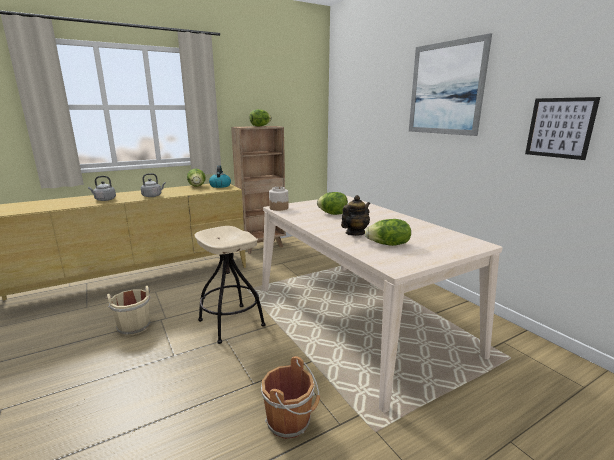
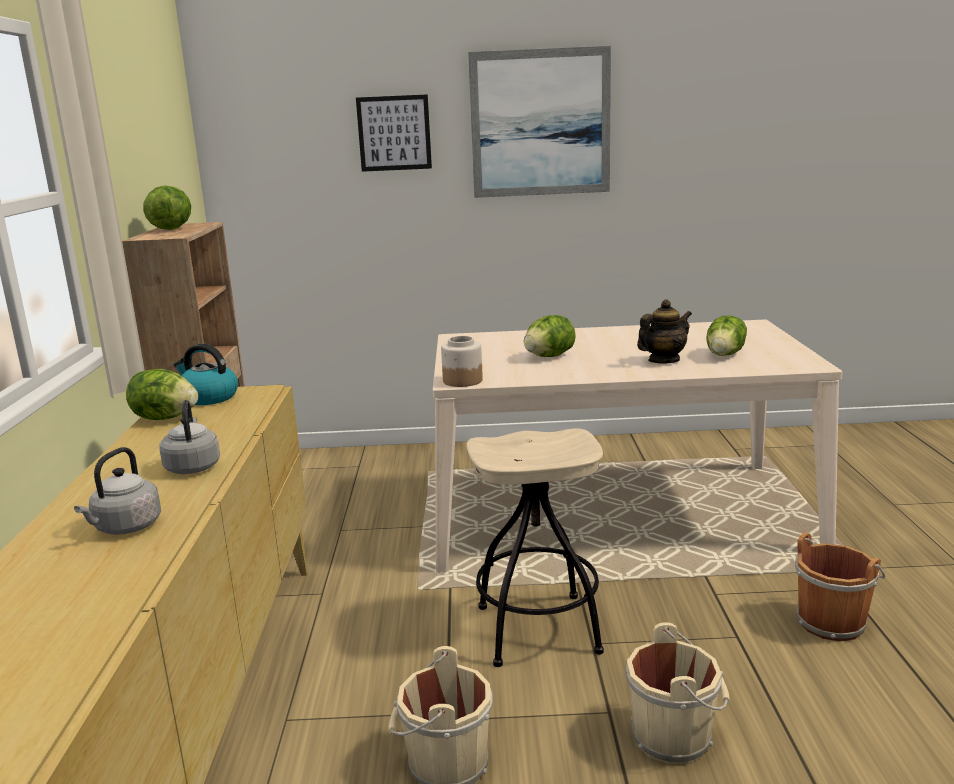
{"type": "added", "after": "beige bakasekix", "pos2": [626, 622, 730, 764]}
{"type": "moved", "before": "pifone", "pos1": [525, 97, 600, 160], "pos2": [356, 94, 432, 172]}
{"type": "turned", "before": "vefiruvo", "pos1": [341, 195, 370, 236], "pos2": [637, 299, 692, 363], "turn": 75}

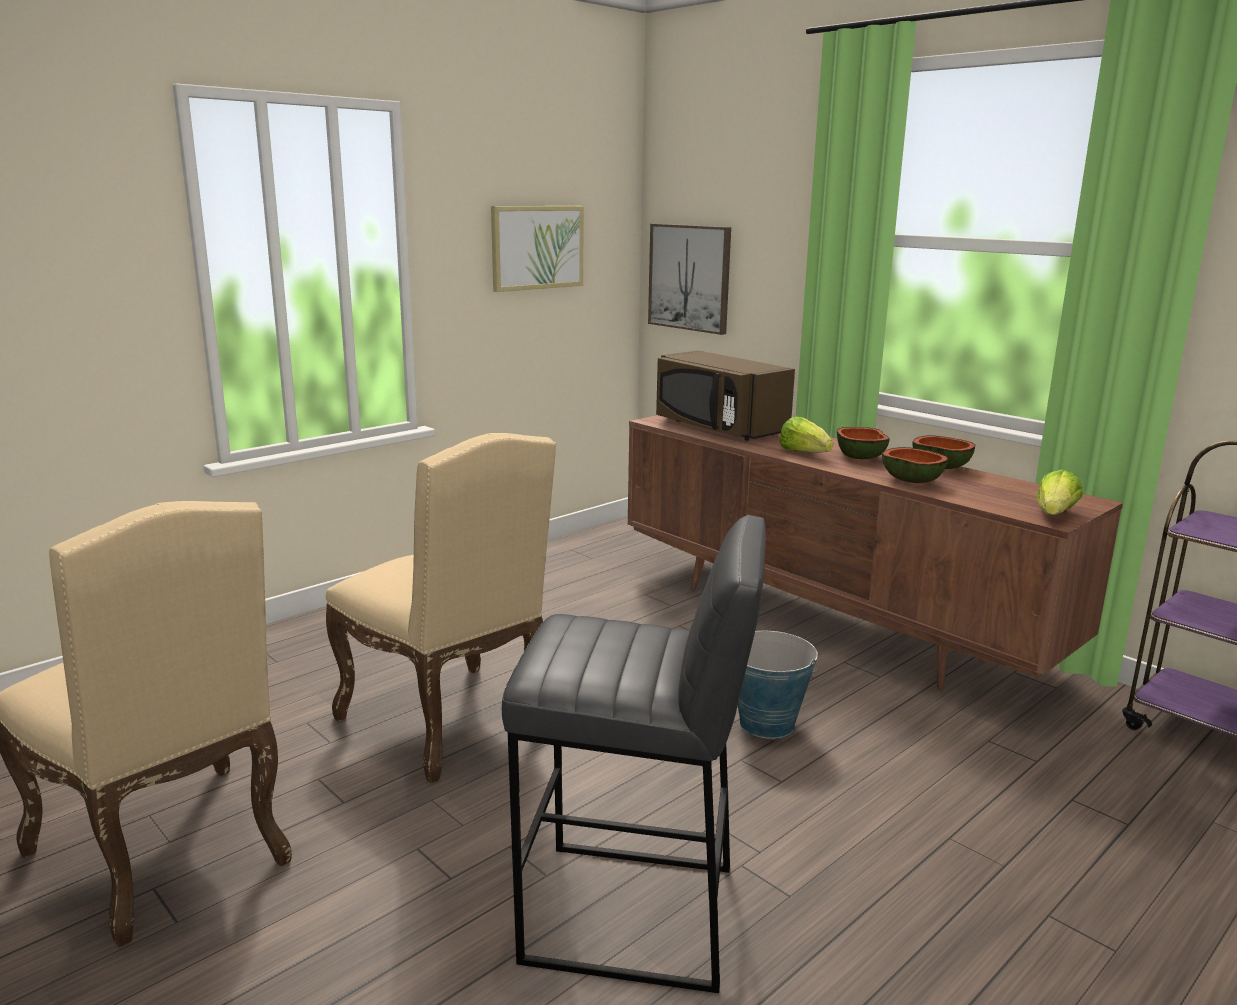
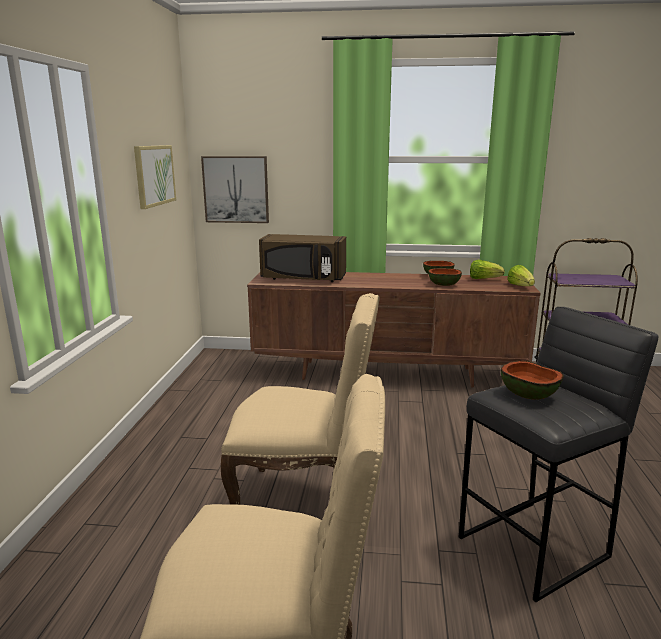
{"type": "removed", "before": "bakasekix", "pos1": [738, 631, 819, 739]}
{"type": "moved", "before": "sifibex", "pos1": [780, 417, 833, 453], "pos2": [470, 260, 505, 279]}
{"type": "moved", "before": "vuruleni", "pos1": [837, 427, 890, 459], "pos2": [501, 361, 564, 400]}

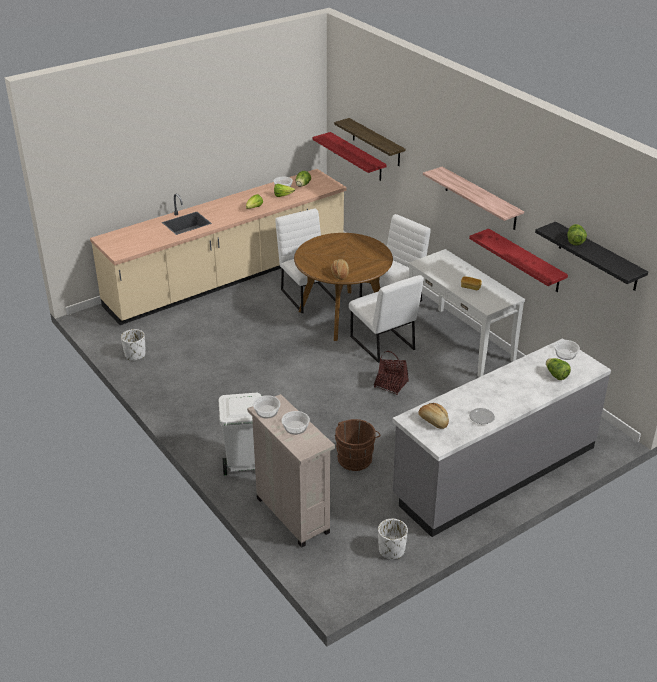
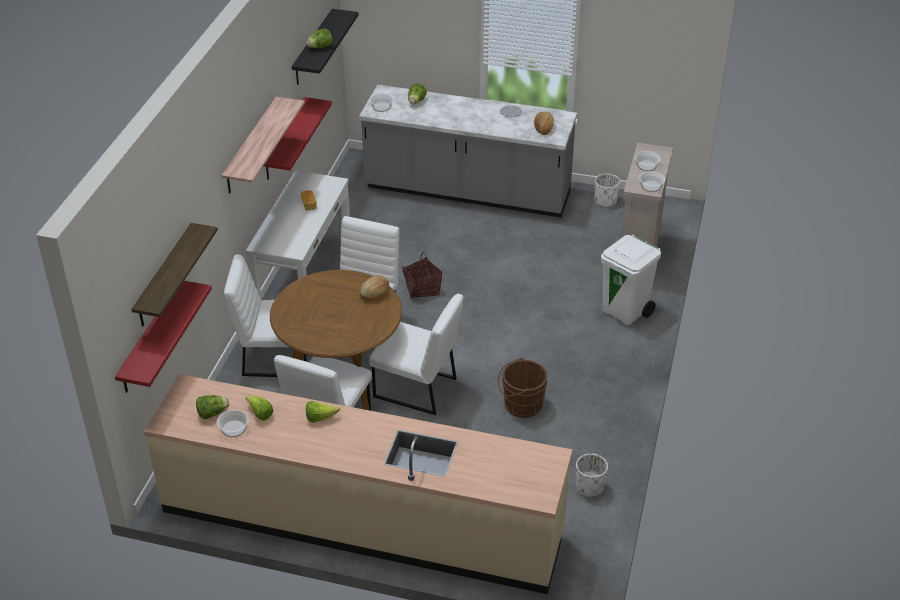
{"type": "added", "after": "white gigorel", "pos2": [369, 294, 463, 415]}
{"type": "moved", "before": "brown bakasekix", "pos1": [335, 419, 380, 471], "pos2": [498, 358, 548, 418]}

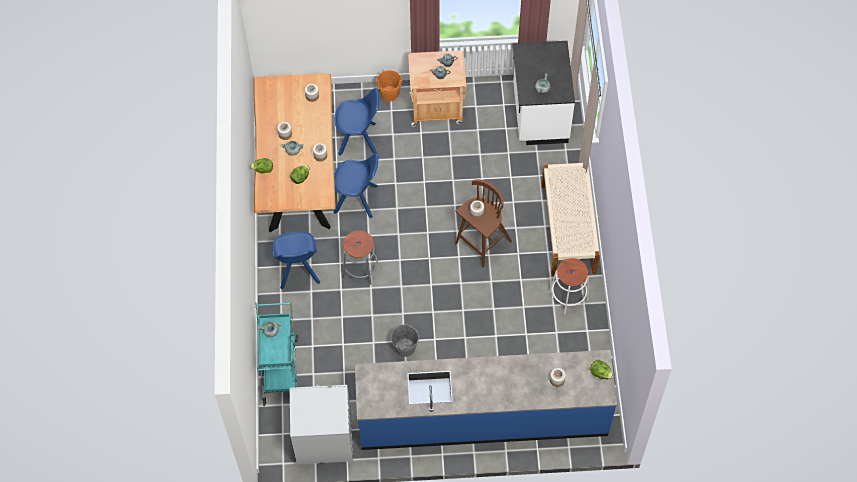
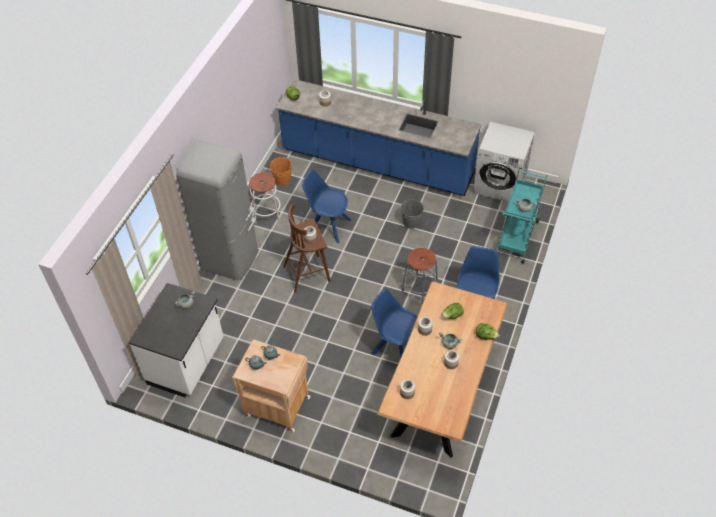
{"type": "moved", "before": "blue gigorel", "pos1": [335, 88, 379, 156], "pos2": [302, 169, 351, 243]}
{"type": "moved", "before": "orange bakasekix", "pos1": [376, 70, 402, 102], "pos2": [270, 157, 292, 186]}
{"type": "replaced", "before": "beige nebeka", "after": "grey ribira", "pos1": [541, 163, 600, 276], "pos2": [176, 140, 258, 280]}

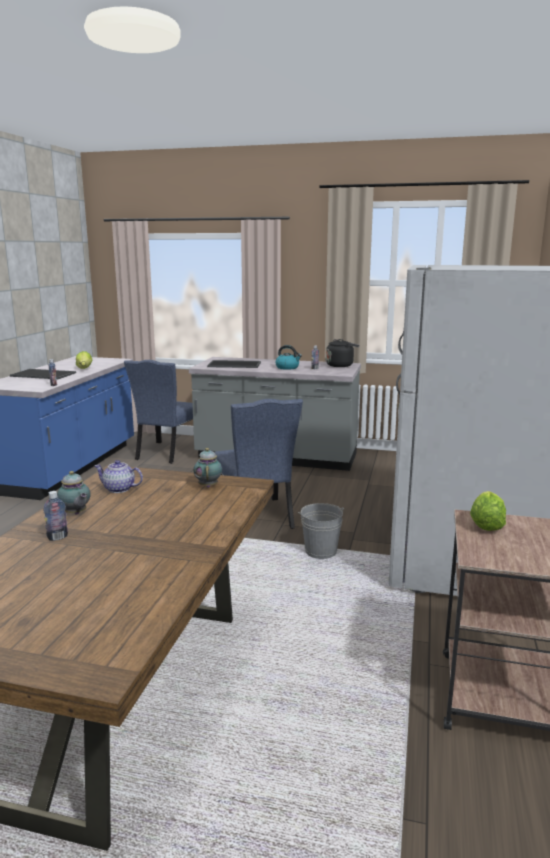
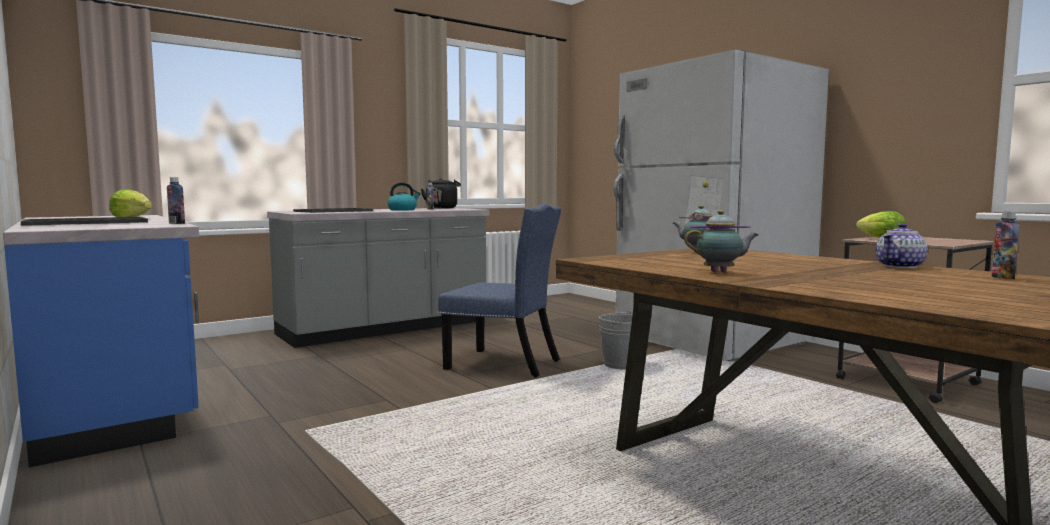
{"type": "removed", "before": "blue gigorel", "pos1": [124, 360, 193, 464]}
{"type": "moved", "before": "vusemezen", "pos1": [44, 491, 68, 541], "pos2": [991, 211, 1019, 279]}
{"type": "moved", "before": "vefiruvo", "pos1": [94, 460, 143, 493], "pos2": [876, 223, 927, 268]}

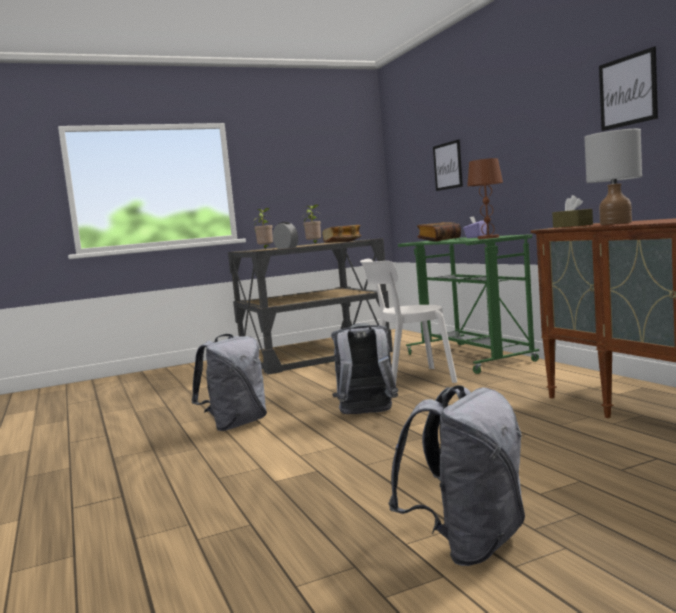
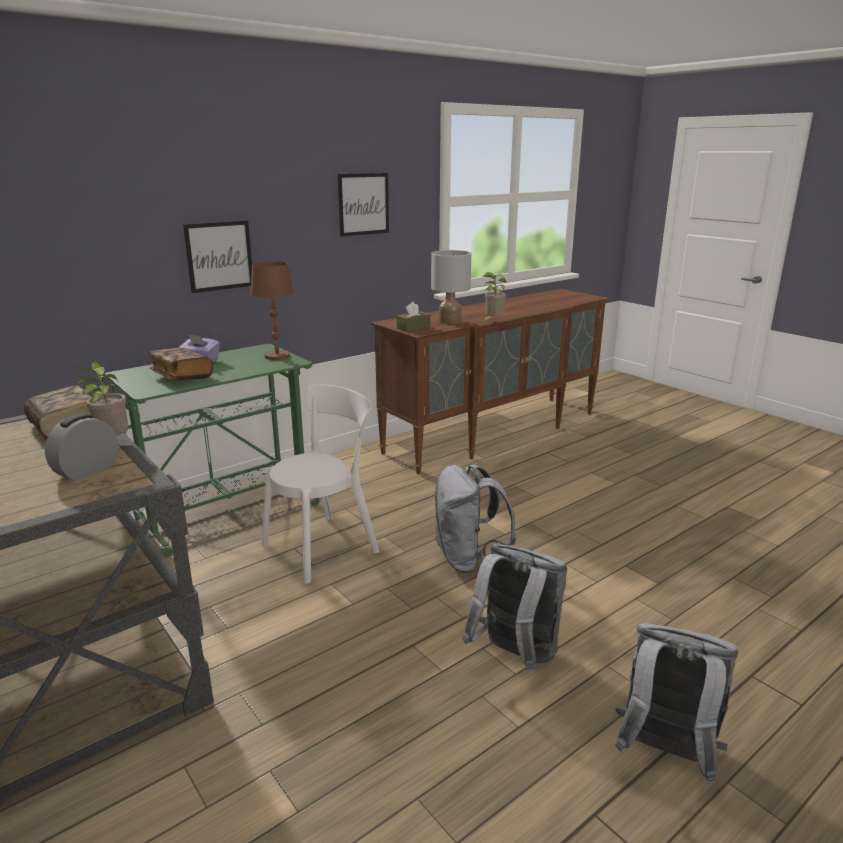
{"type": "moved", "before": "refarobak", "pos1": [253, 208, 273, 249], "pos2": [483, 272, 507, 321]}
{"type": "moved", "before": "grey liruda", "pos1": [388, 385, 525, 566], "pos2": [615, 623, 738, 783]}
{"type": "moved", "before": "pifone", "pos1": [433, 139, 463, 191], "pos2": [183, 220, 252, 293]}
{"type": "turned", "before": "white gigorel", "pos1": [360, 259, 457, 383], "pos2": [261, 384, 380, 584], "turn": -105}

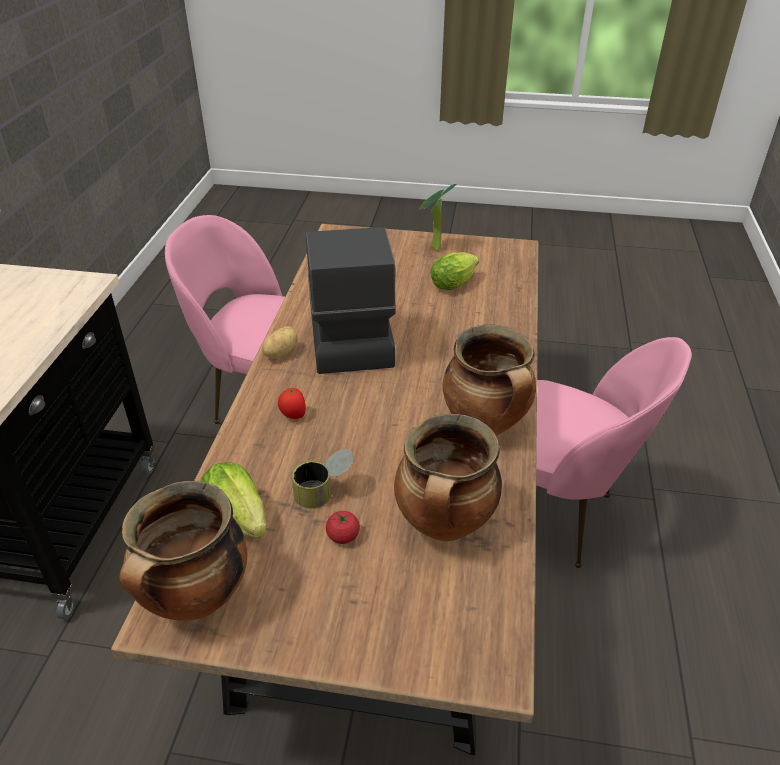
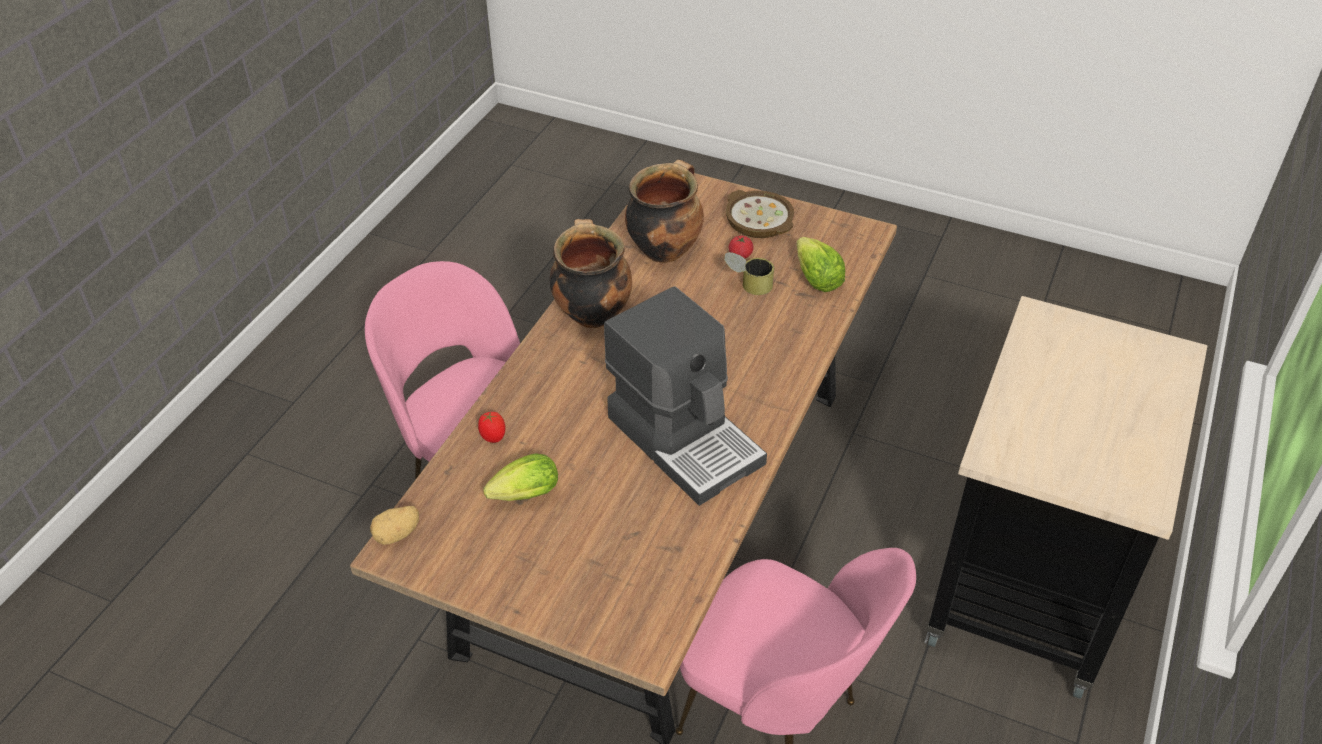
{"type": "removed", "before": "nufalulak", "pos1": [119, 481, 247, 621]}
{"type": "removed", "before": "refarobak", "pos1": [419, 183, 456, 251]}
{"type": "added", "after": "vuruleni", "pos2": [726, 190, 794, 238]}
{"type": "moved", "before": "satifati", "pos1": [262, 326, 298, 359], "pos2": [370, 506, 419, 545]}
{"type": "moved", "before": "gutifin", "pos1": [278, 388, 306, 419], "pos2": [478, 412, 505, 443]}
{"type": "turned", "before": "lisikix", "pos1": [306, 227, 396, 374], "pos2": [604, 286, 767, 506], "turn": -45}

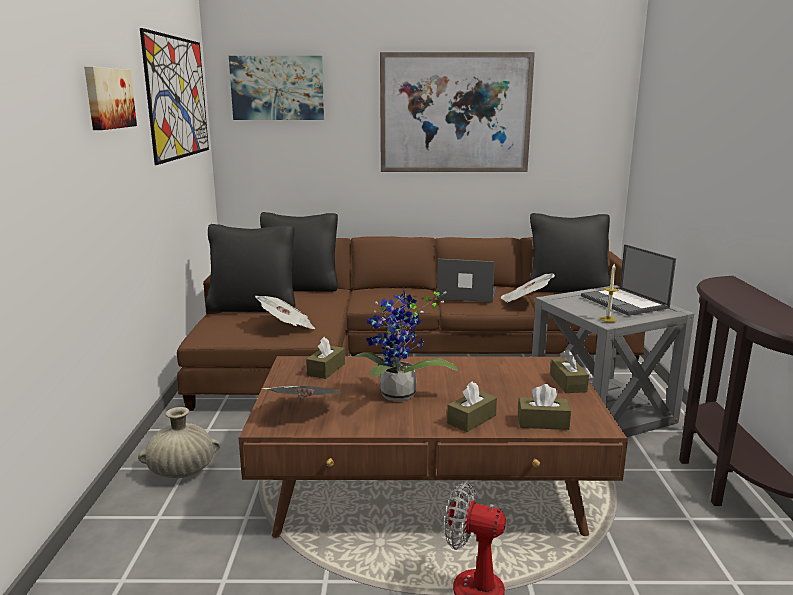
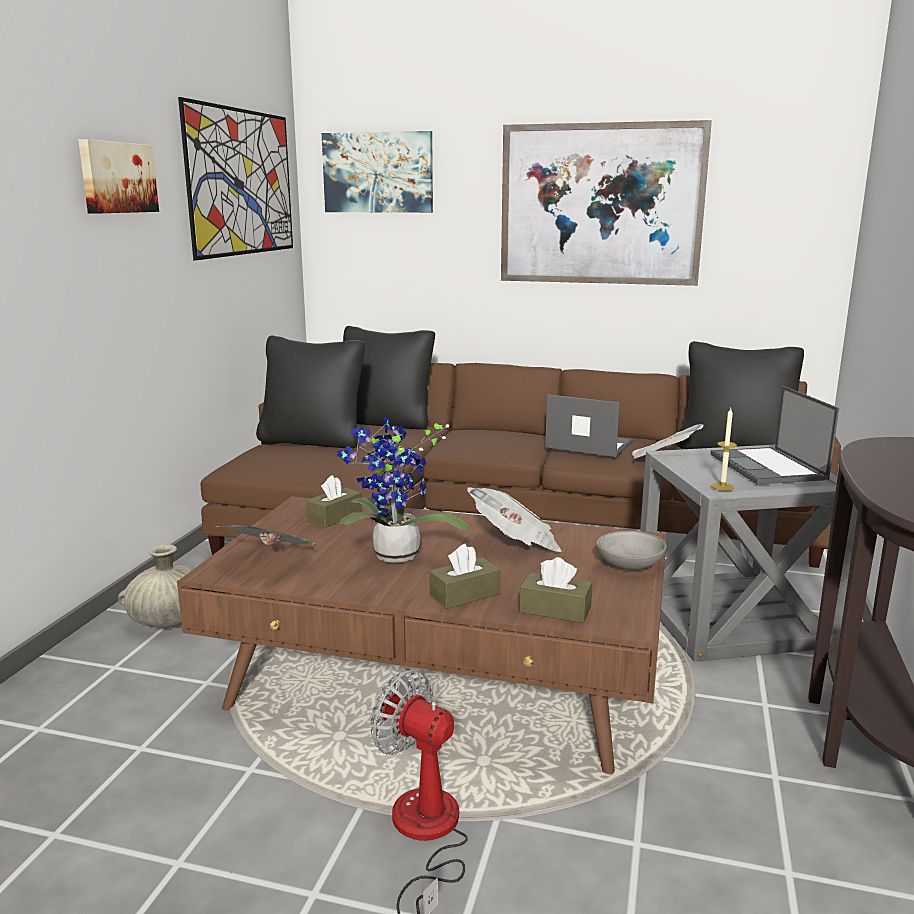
{"type": "moved", "before": "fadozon", "pos1": [255, 296, 315, 329], "pos2": [467, 487, 562, 552]}
{"type": "replaced", "before": "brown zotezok", "after": "grey vuruleni", "pos1": [550, 349, 589, 393], "pos2": [596, 531, 667, 570]}

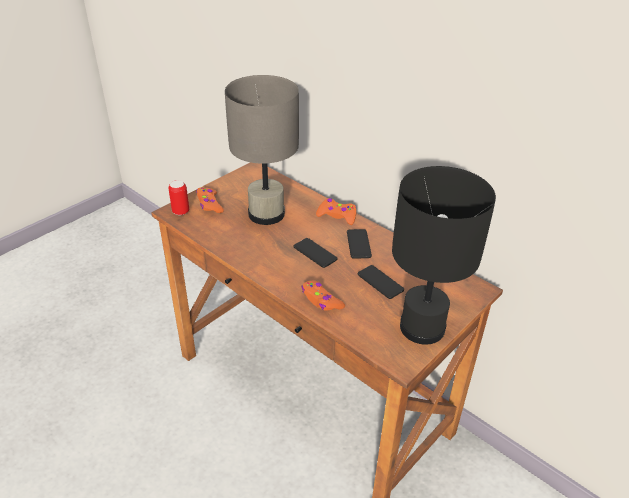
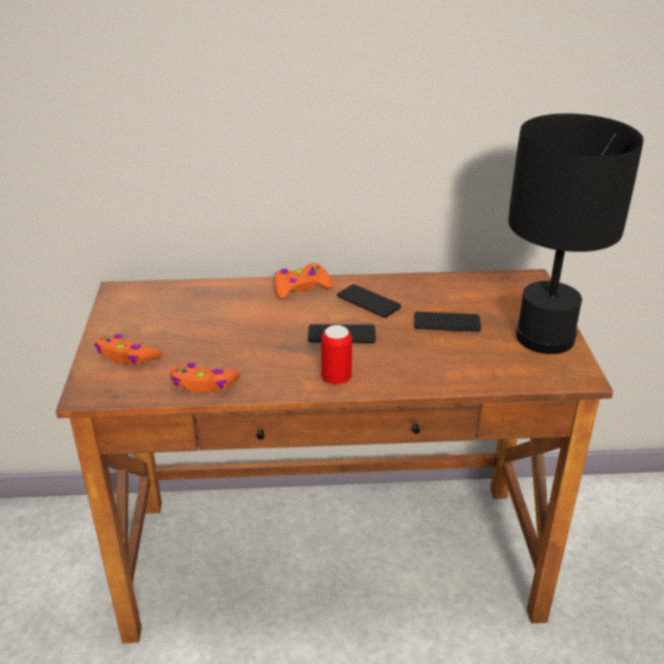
{"type": "removed", "before": "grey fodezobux", "pos1": [225, 75, 299, 225]}
{"type": "moved", "before": "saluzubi", "pos1": [168, 180, 189, 215], "pos2": [321, 325, 352, 385]}
{"type": "moved", "before": "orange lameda", "pos1": [301, 280, 345, 311], "pos2": [170, 363, 240, 393]}

